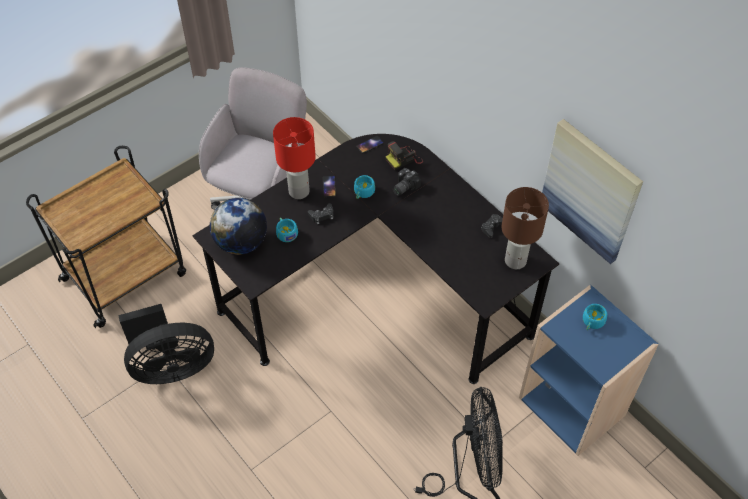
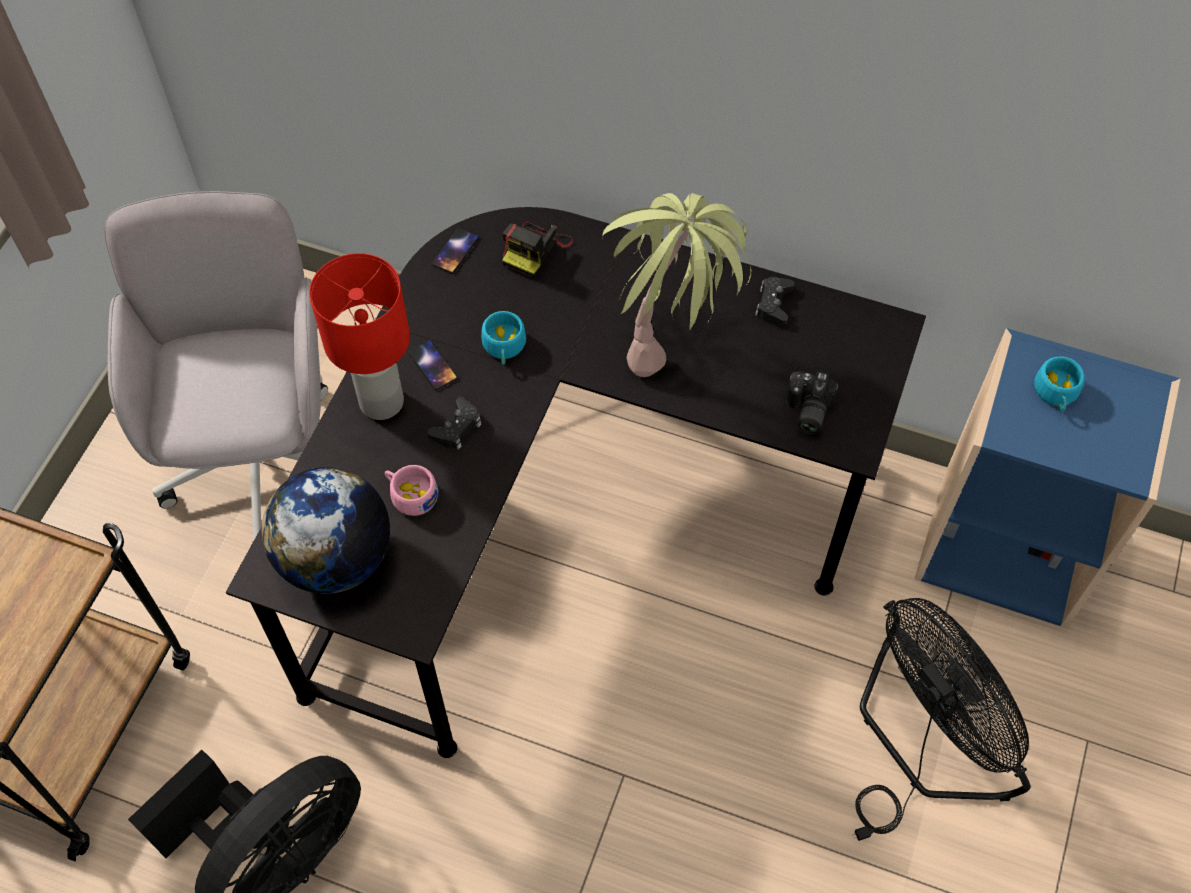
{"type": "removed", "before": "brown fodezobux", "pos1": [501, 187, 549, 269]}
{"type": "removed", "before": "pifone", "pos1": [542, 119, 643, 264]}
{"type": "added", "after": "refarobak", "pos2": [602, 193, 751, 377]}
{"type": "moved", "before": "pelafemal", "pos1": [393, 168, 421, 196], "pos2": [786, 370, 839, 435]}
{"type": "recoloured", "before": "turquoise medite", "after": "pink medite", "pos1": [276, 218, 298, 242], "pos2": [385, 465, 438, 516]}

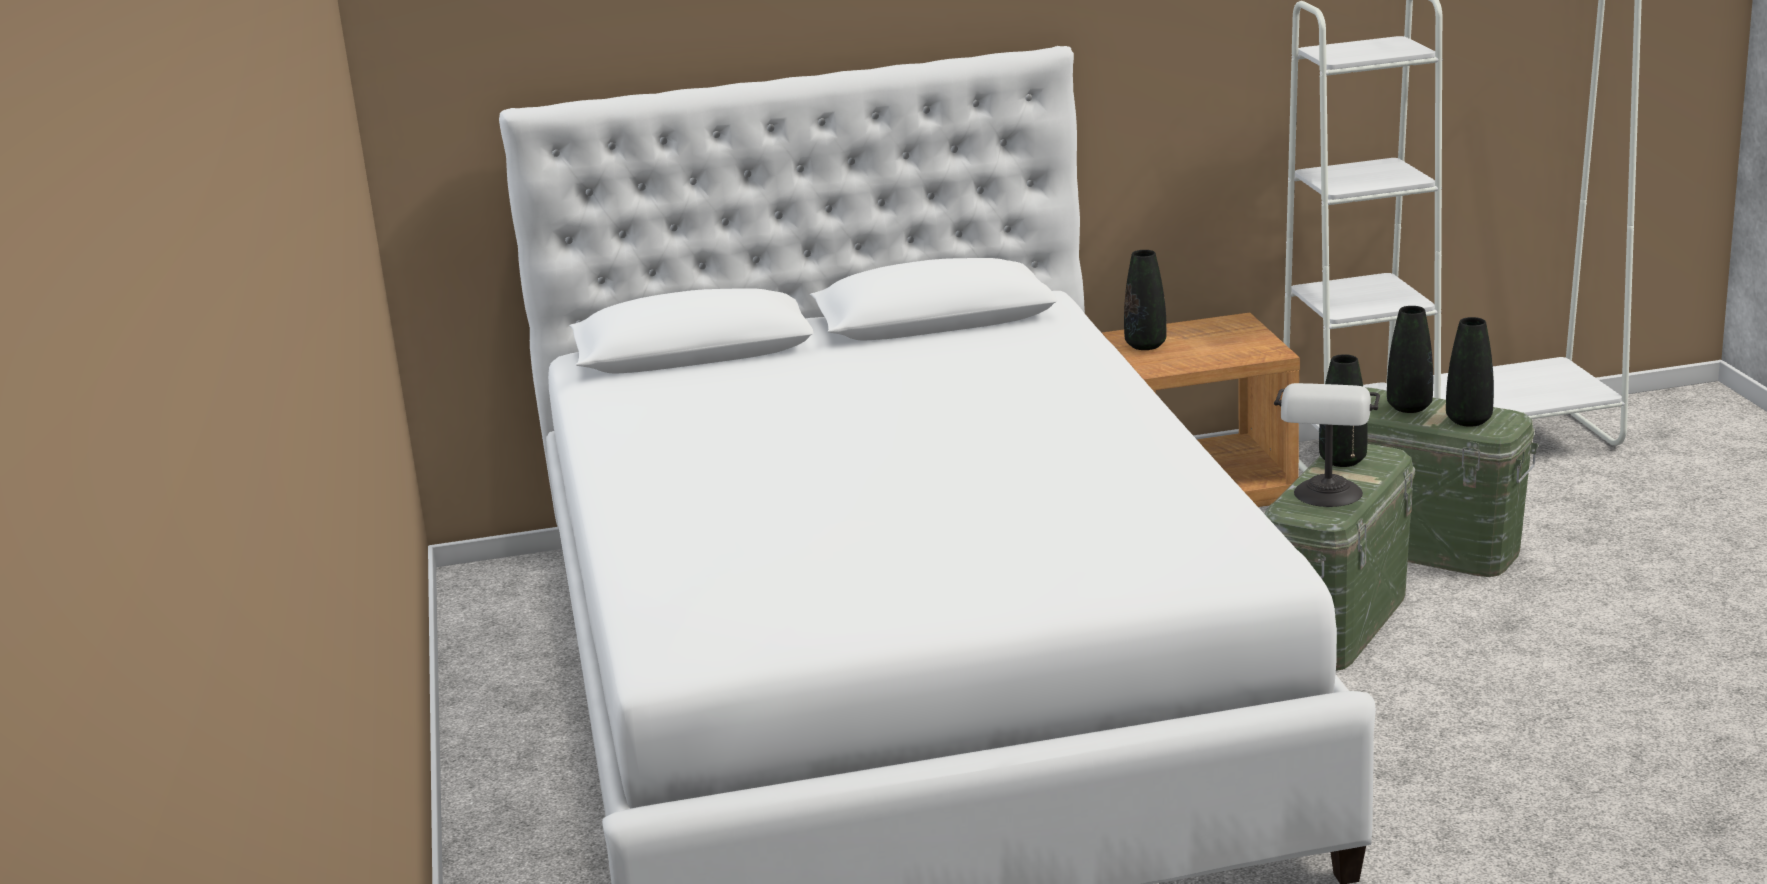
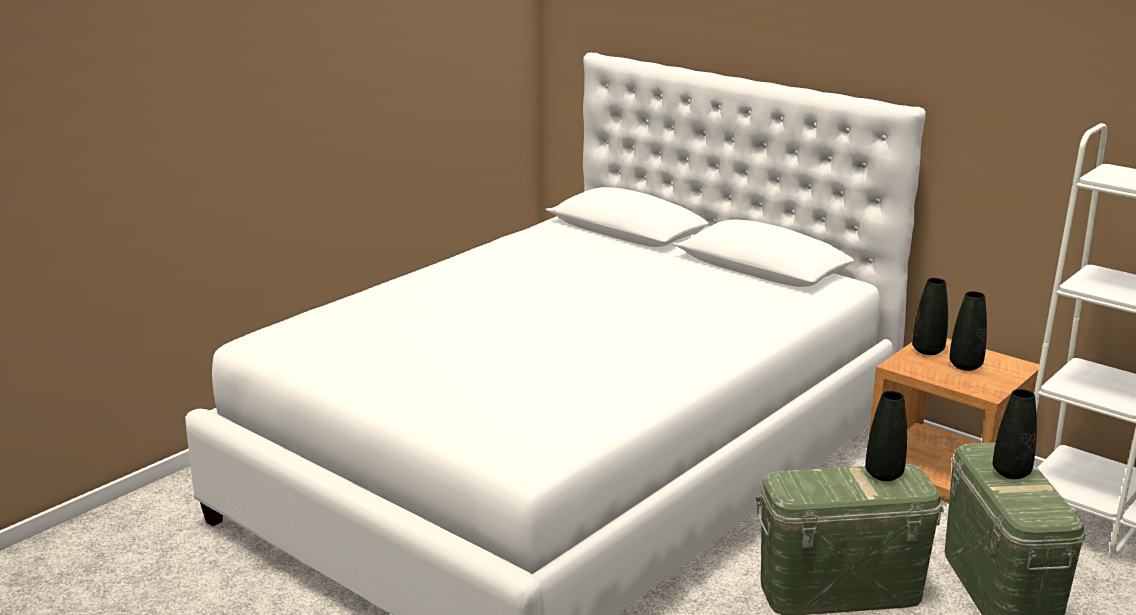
{"type": "removed", "before": "fodezobux", "pos1": [1274, 383, 1380, 507]}
{"type": "moved", "before": "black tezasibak", "pos1": [1446, 317, 1494, 427], "pos2": [949, 291, 987, 371]}

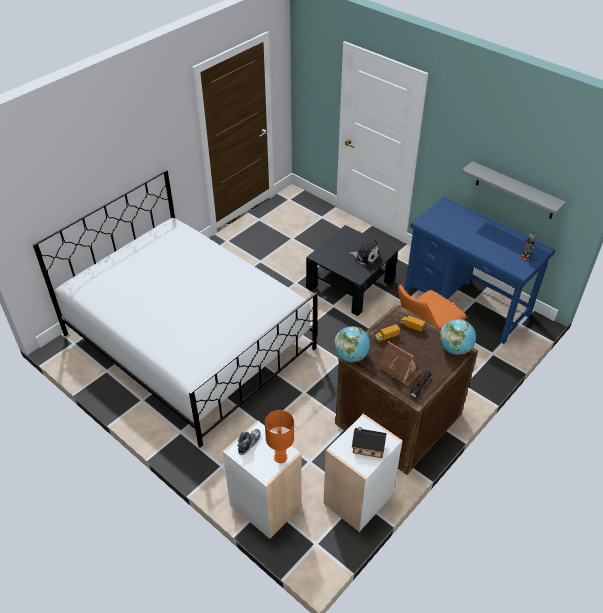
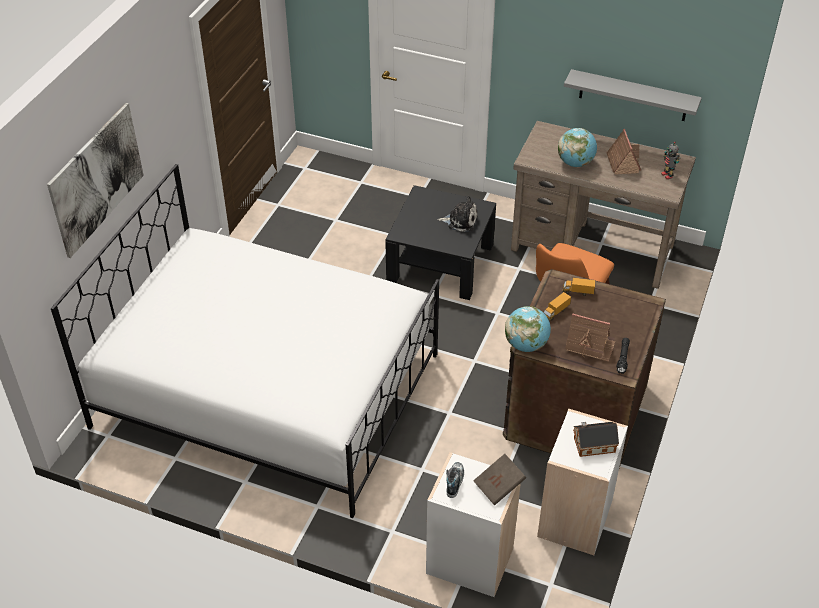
{"type": "added", "after": "pifone", "pos2": [47, 103, 144, 258]}
{"type": "added", "after": "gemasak", "pos2": [607, 129, 642, 175]}
{"type": "moved", "before": "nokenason", "pos1": [439, 319, 476, 355], "pos2": [558, 128, 597, 167]}
{"type": "replaced", "before": "orange fodezobux", "after": "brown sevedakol", "pos1": [265, 410, 294, 463], "pos2": [473, 454, 526, 506]}
{"type": "recoloured", "before": "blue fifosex", "after": "brown fifosex", "pos1": [405, 197, 556, 344], "pos2": [511, 121, 696, 289]}

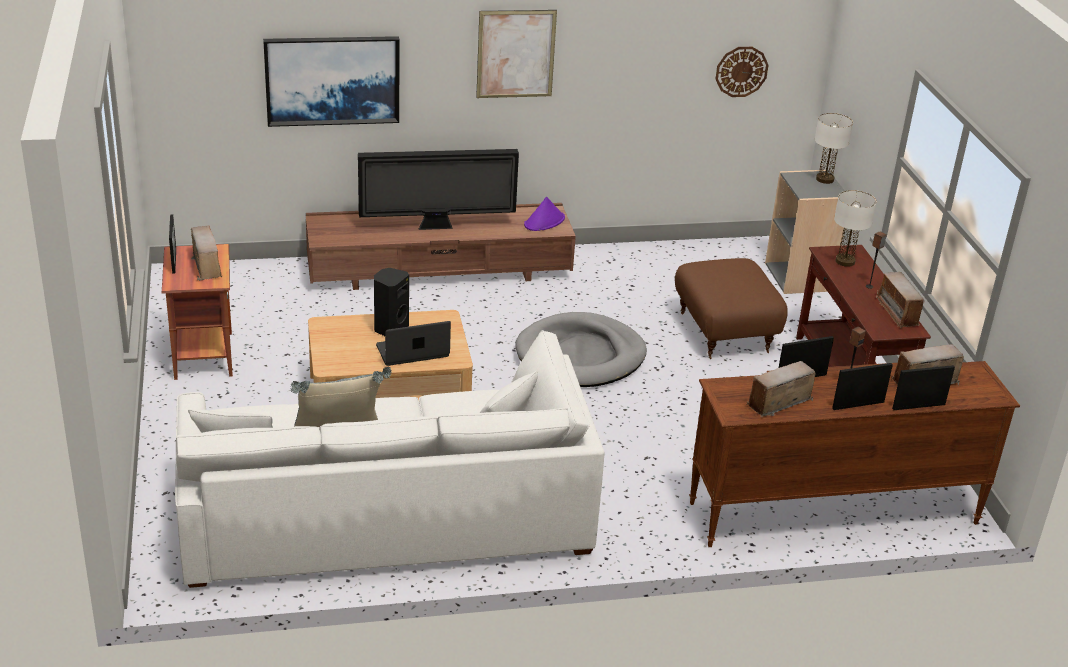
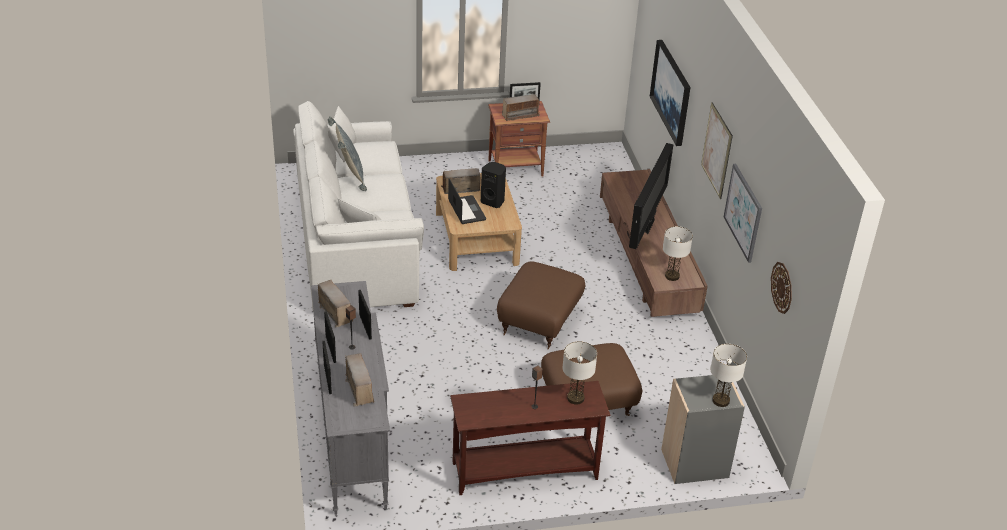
{"type": "added", "after": "pifone", "pos2": [724, 164, 762, 263]}
{"type": "moved", "before": "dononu", "pos1": [876, 272, 924, 328], "pos2": [441, 168, 481, 194]}
{"type": "replaced", "before": "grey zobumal", "after": "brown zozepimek", "pos1": [516, 312, 647, 387], "pos2": [497, 261, 585, 349]}
{"type": "replaced", "before": "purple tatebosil", "after": "fodezobux", "pos1": [524, 197, 565, 231], "pos2": [663, 226, 693, 281]}
{"type": "recoloured", "before": "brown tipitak", "after": "grey tipitak", "pos1": [689, 361, 1020, 547], "pos2": [311, 281, 390, 515]}
{"type": "turned", "before": "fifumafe", "pos1": [358, 149, 519, 230], "pos2": [629, 143, 674, 249], "turn": -150}

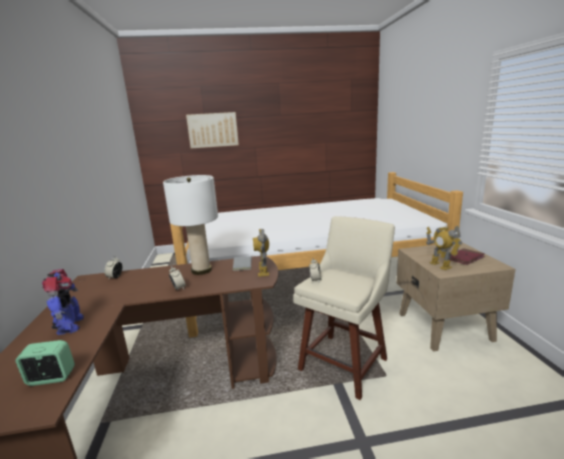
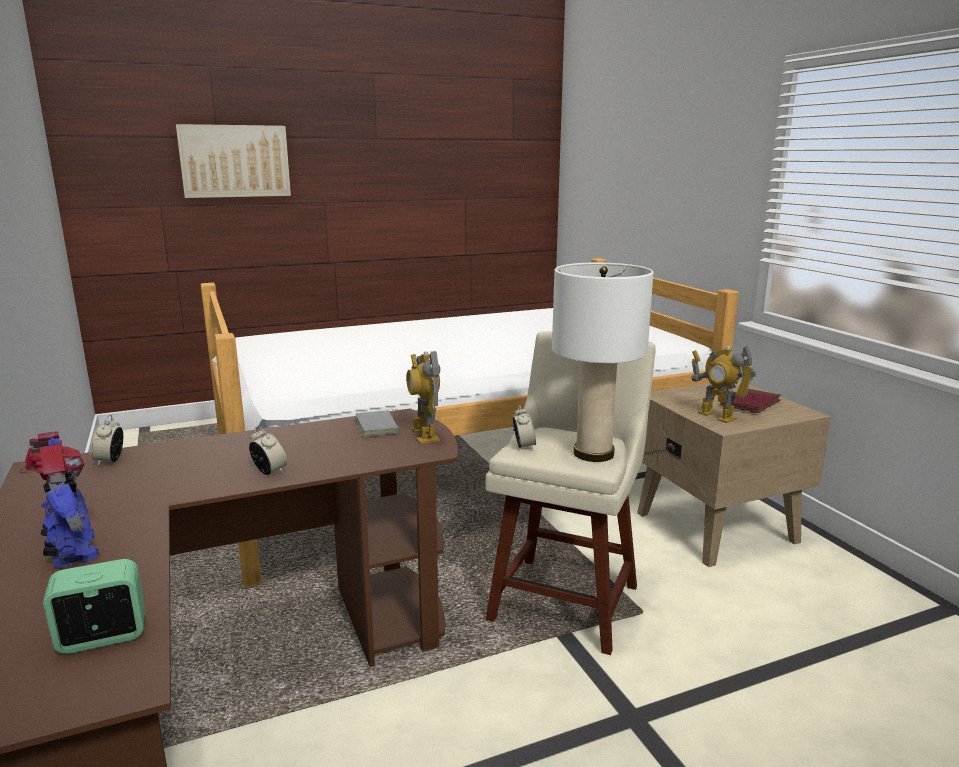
{"type": "moved", "before": "white fodezobux", "pos1": [163, 175, 218, 275], "pos2": [552, 263, 654, 462]}

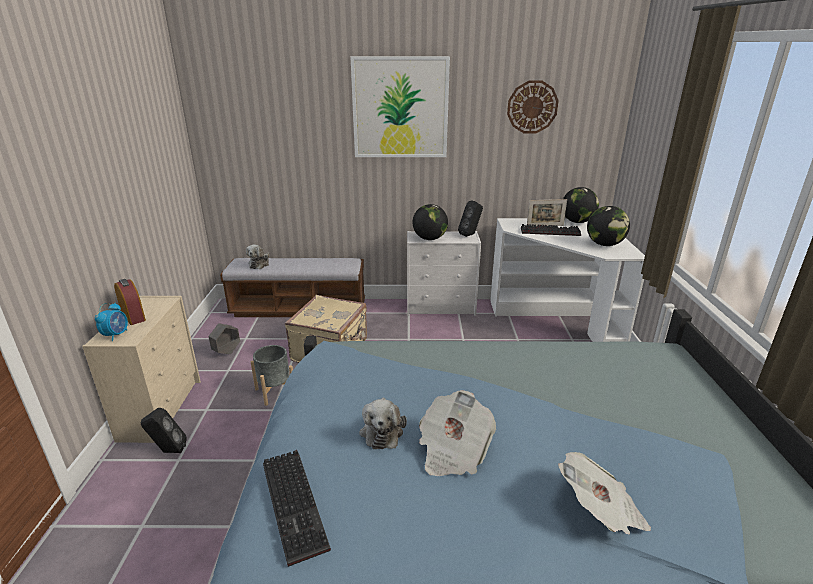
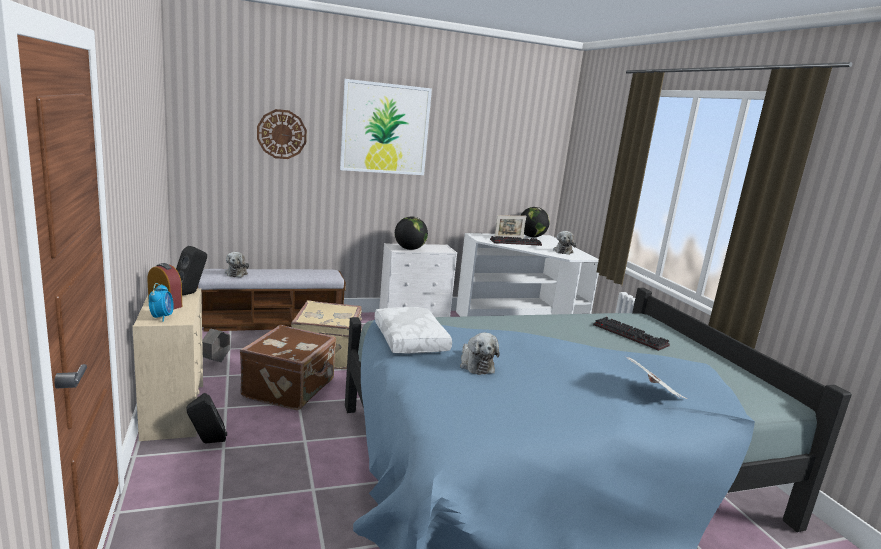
{"type": "removed", "before": "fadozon", "pos1": [419, 390, 496, 476]}
{"type": "added", "after": "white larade", "pos2": [375, 307, 452, 354]}
{"type": "moved", "before": "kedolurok", "pos1": [263, 450, 331, 567], "pos2": [593, 317, 670, 351]}
{"type": "moved", "before": "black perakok", "pos1": [458, 200, 483, 237], "pos2": [176, 246, 207, 295]}
{"type": "moved", "before": "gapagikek", "pos1": [507, 81, 559, 133], "pos2": [257, 109, 307, 159]}
{"type": "replaced", "before": "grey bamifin", "after": "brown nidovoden", "pos1": [251, 345, 293, 406], "pos2": [240, 325, 336, 410]}
{"type": "replaced", "before": "nokenason", "after": "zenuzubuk", "pos1": [587, 206, 630, 246], "pos2": [553, 231, 576, 255]}

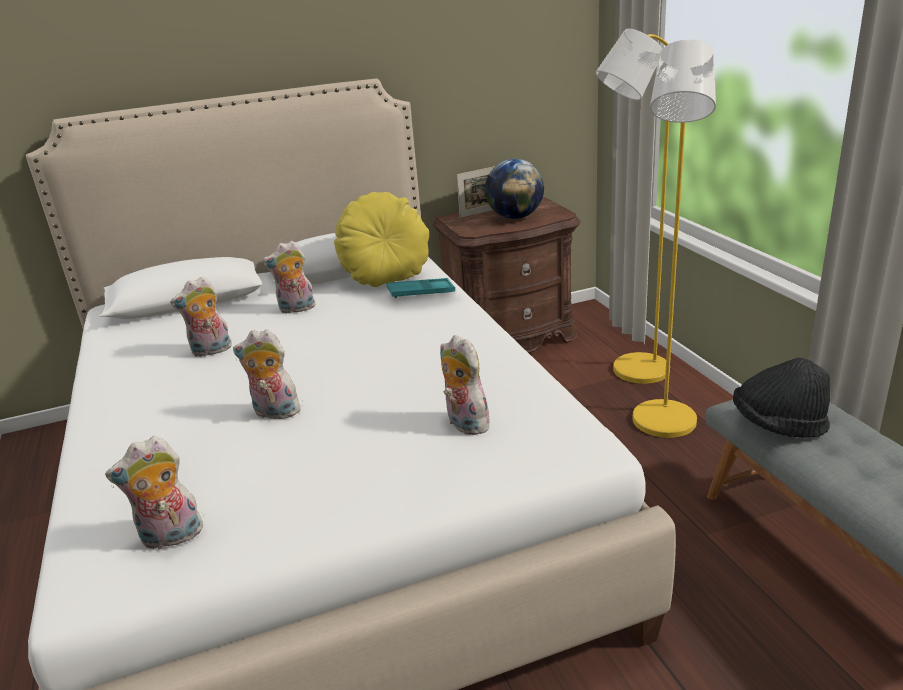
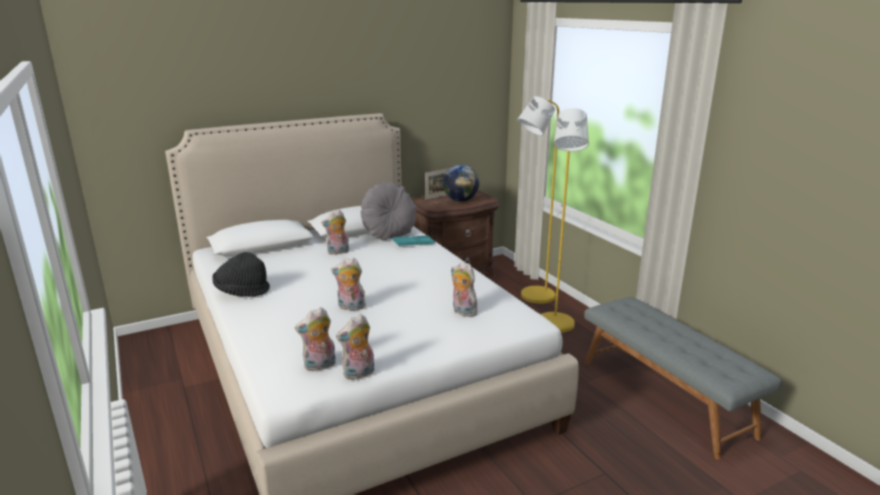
{"type": "moved", "before": "zenuzubuk", "pos1": [170, 276, 232, 357], "pos2": [336, 314, 374, 380]}
{"type": "moved", "before": "black tatebosil", "pos1": [733, 358, 830, 438], "pos2": [212, 252, 270, 297]}
{"type": "recoloured", "before": "yellow larade", "after": "grey larade", "pos1": [334, 192, 429, 287], "pos2": [360, 182, 416, 240]}

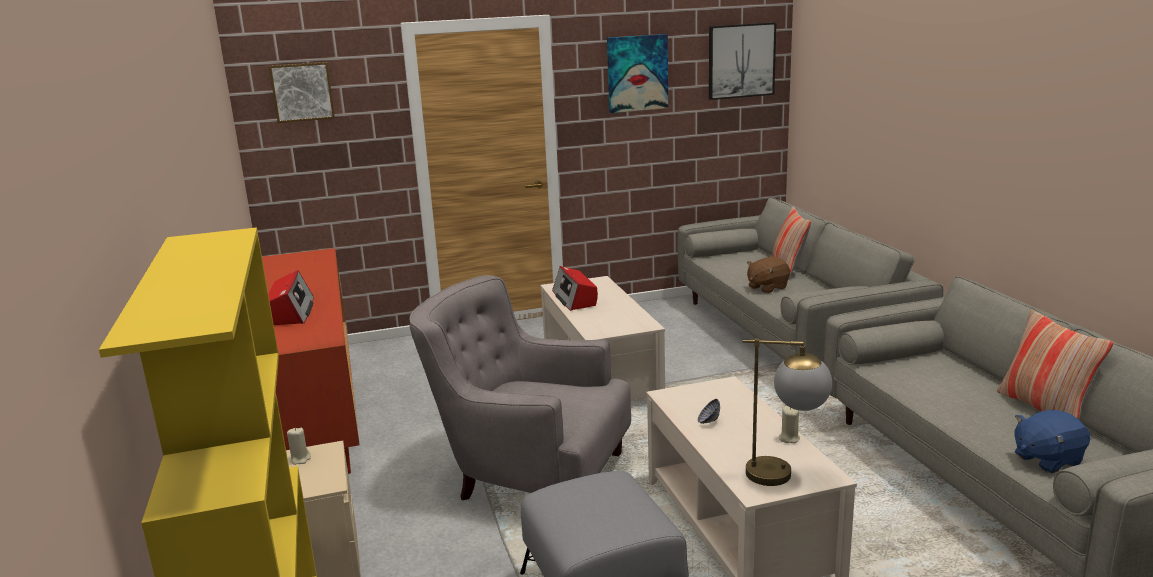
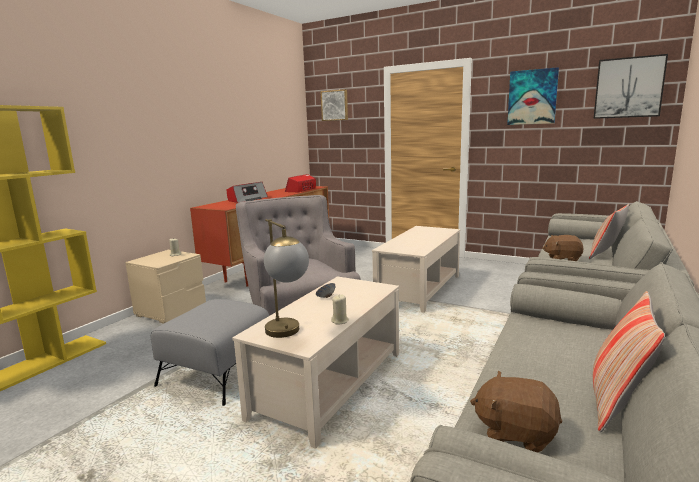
{"type": "moved", "before": "dononu", "pos1": [552, 266, 598, 311], "pos2": [285, 174, 316, 192]}
{"type": "recoloured", "before": "blue zenuzubuk", "after": "brown zenuzubuk", "pos1": [1015, 410, 1091, 473], "pos2": [470, 370, 562, 453]}

